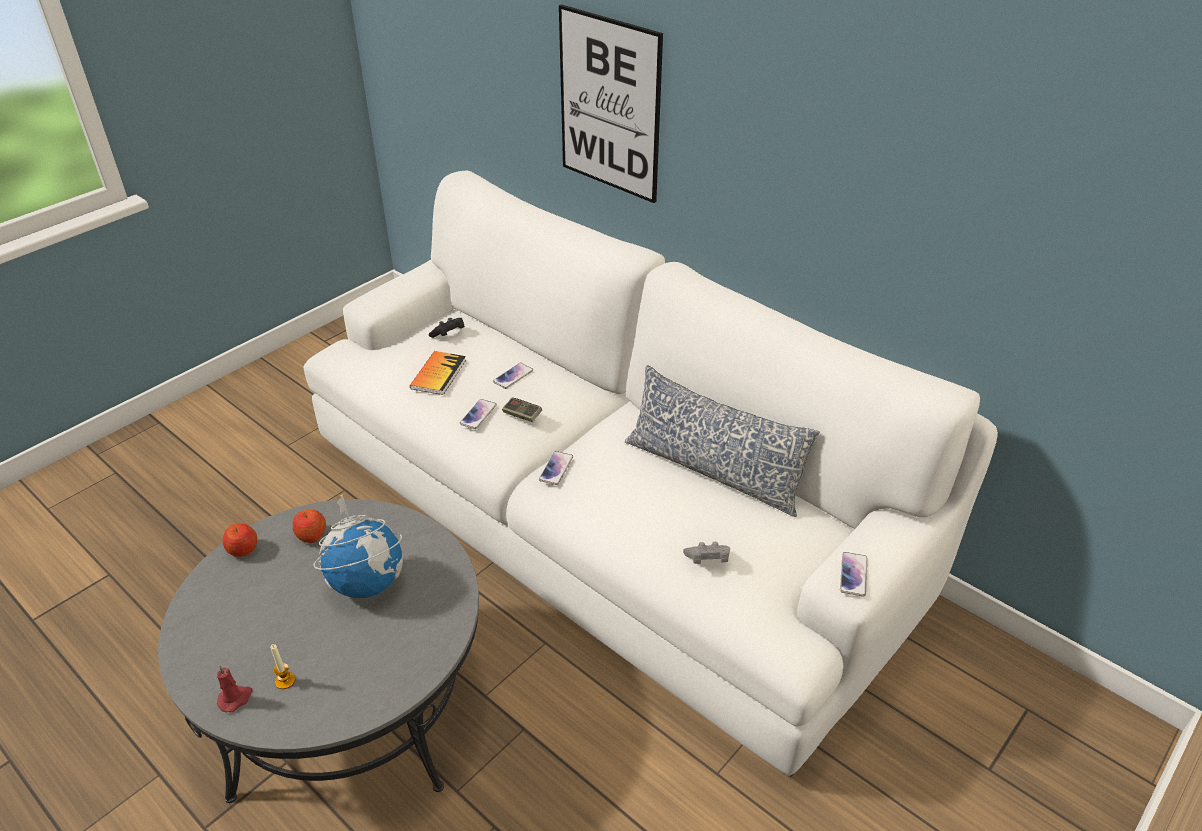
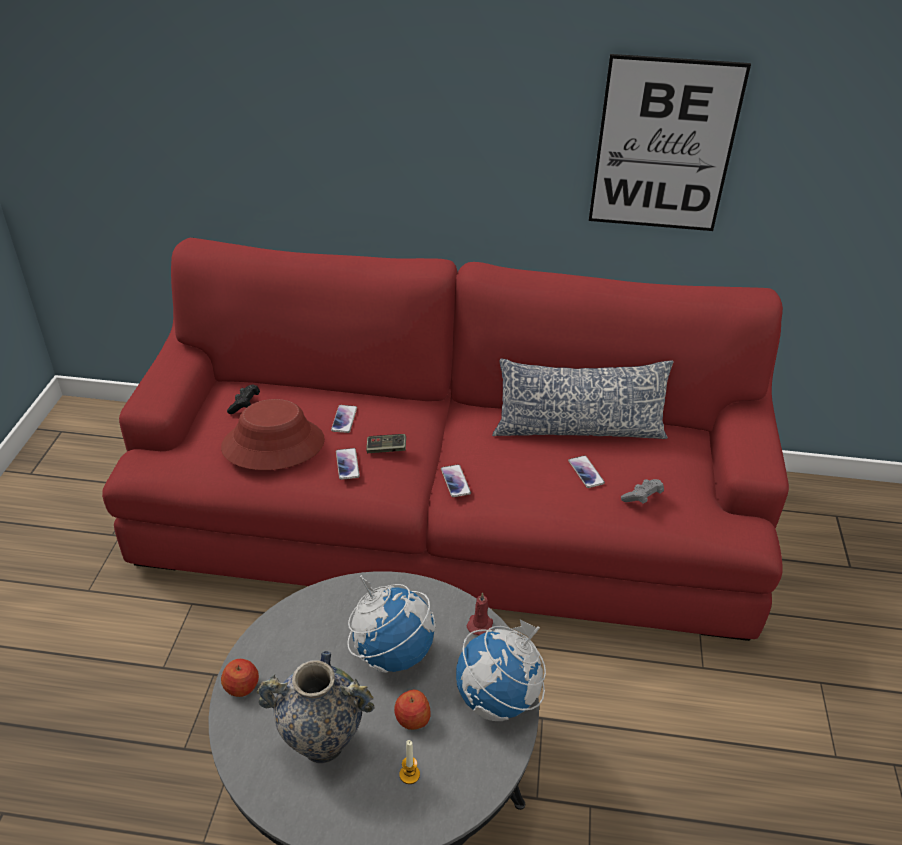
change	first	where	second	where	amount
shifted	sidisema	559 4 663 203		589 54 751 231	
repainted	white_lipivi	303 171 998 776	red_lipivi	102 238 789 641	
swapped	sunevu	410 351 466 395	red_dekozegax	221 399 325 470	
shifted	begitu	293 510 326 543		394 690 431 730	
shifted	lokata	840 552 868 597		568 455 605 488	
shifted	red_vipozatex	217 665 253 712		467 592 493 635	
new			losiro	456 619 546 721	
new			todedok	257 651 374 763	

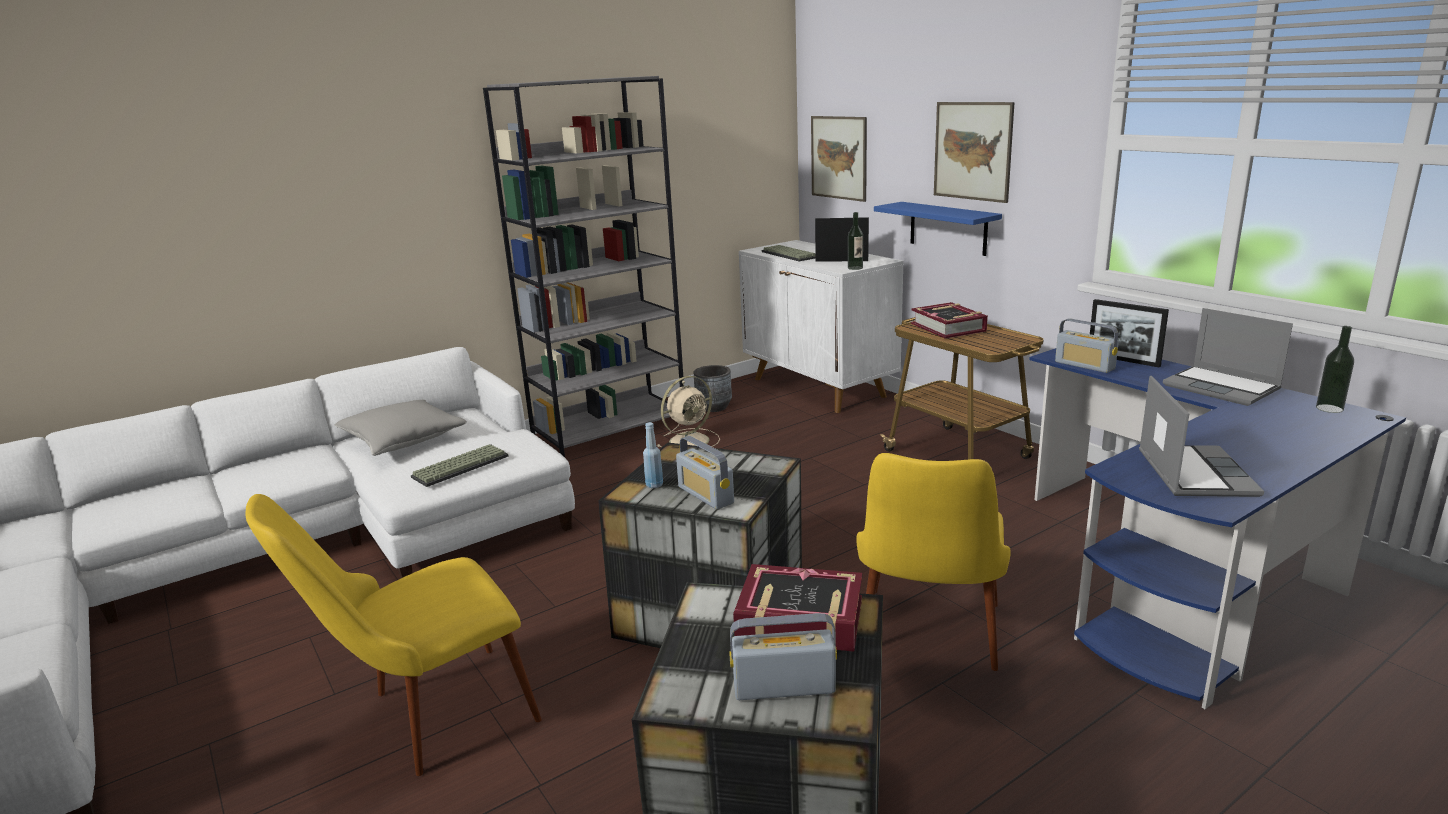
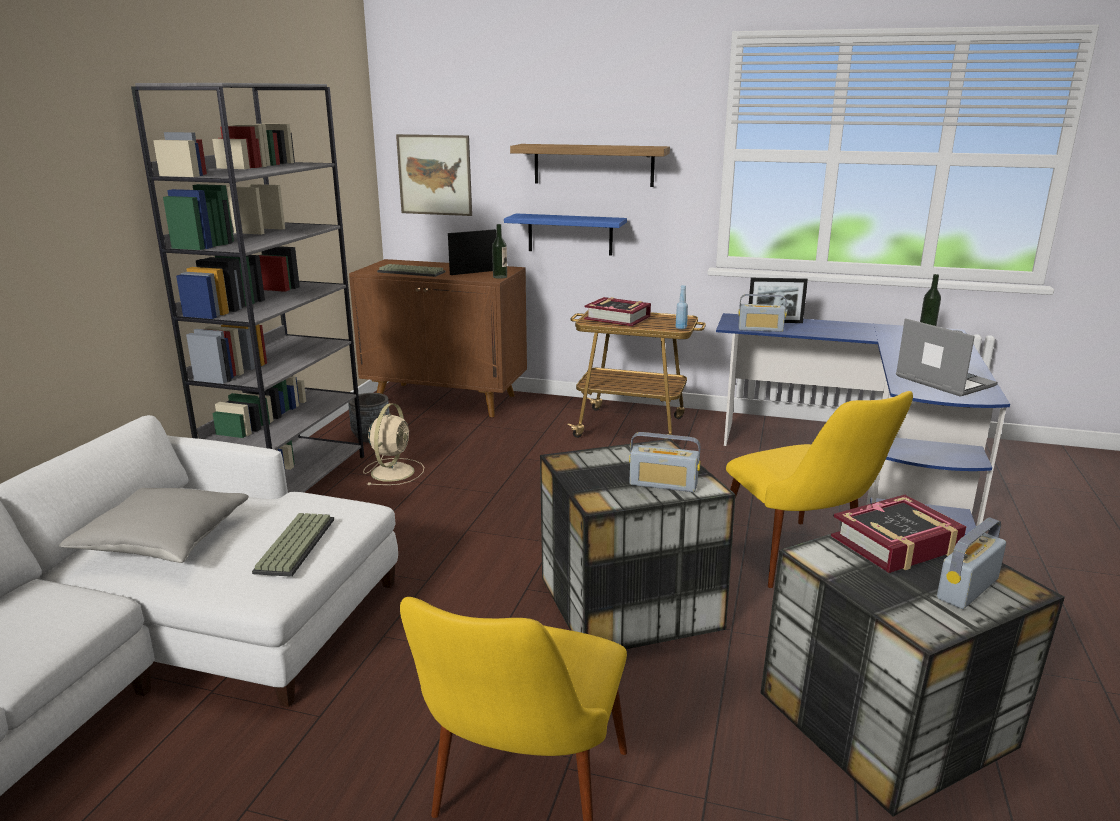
change	first	where	second	where	amount
swapped	sidisema	934 102 1015 203	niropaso	510 144 670 187	
repainted	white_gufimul	739 240 903 413	brown_gufimul	349 259 527 417	
gone	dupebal	1163 308 1293 406			
shifted	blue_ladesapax	643 422 663 488		676 285 688 329	

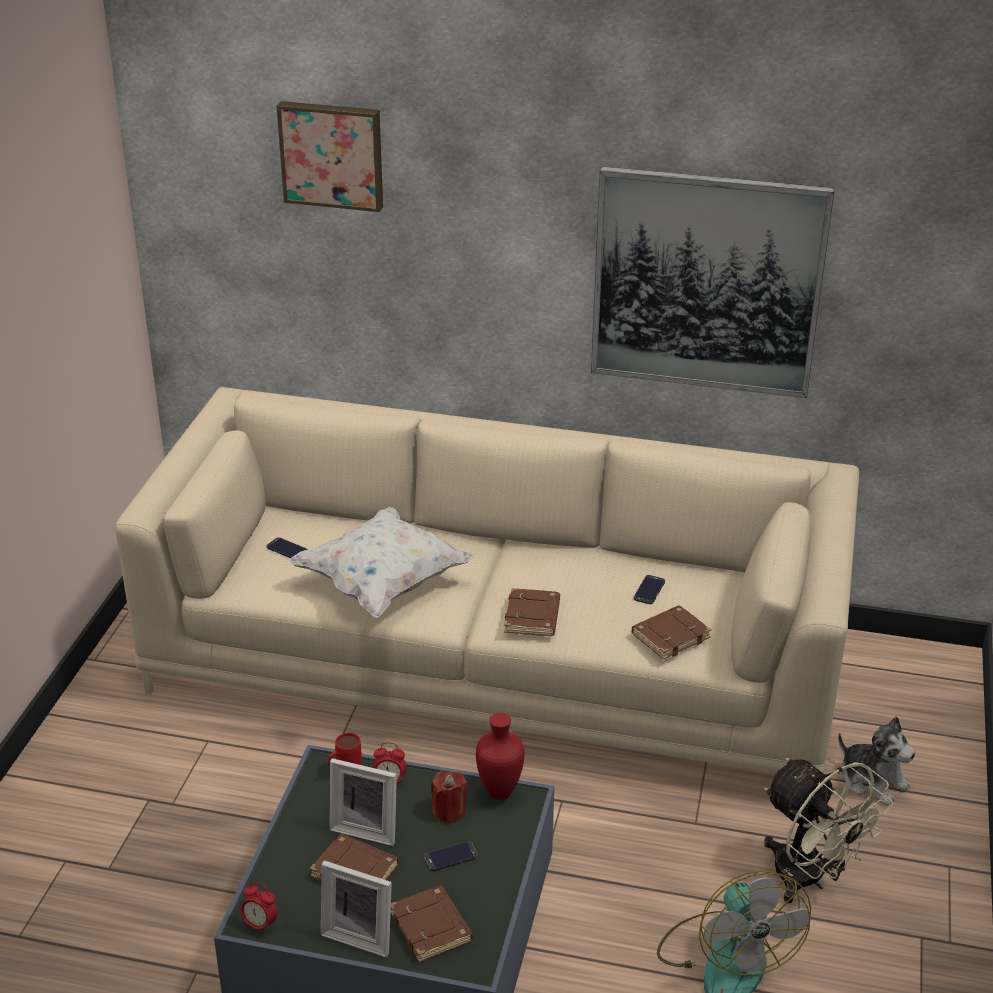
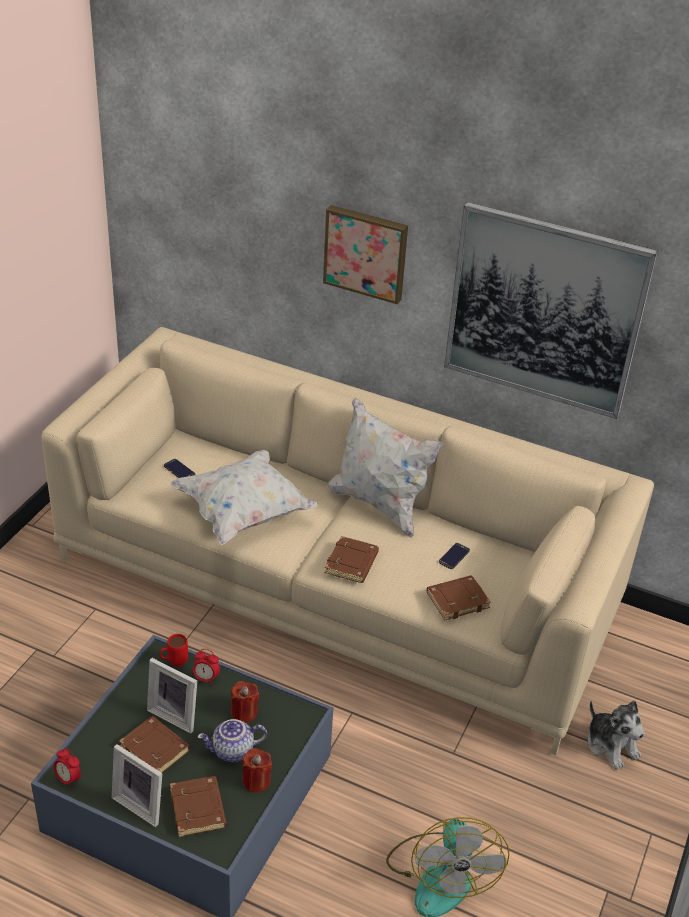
change	first	where	second	where	amount
shifted	sidisema	277 101 383 212		323 205 408 304	
gone	red_todedok	476 712 524 800			
gone	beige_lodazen	764 758 893 904			
swapped	lokata	424 841 478 871	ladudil	197 719 267 762	
new			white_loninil	328 398 443 538	
new			red_vipozatex	242 748 272 792	

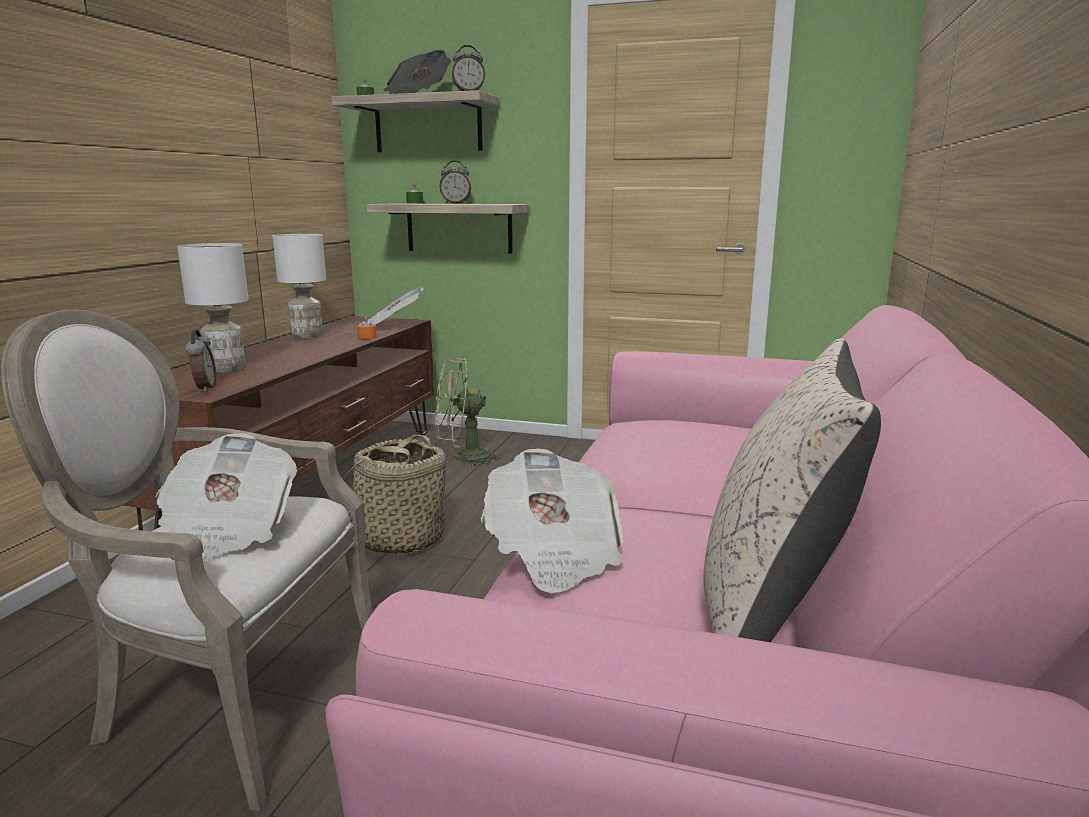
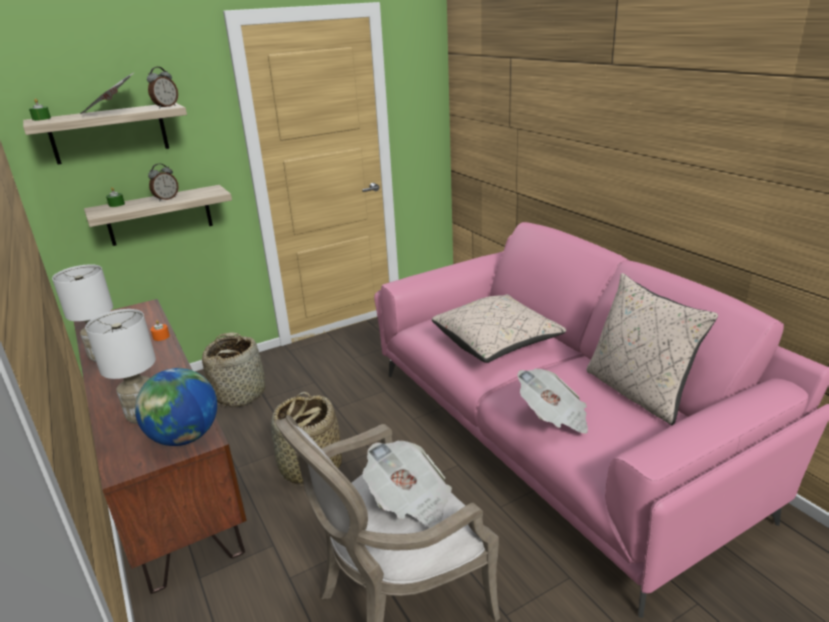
change	first	where	second	where	amount
gone	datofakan	359 287 424 325			
swapped	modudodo	185 330 217 392	losiro	135 368 217 446	
swapped	green_lodazen	435 358 503 467	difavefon	202 332 265 408	
new			beige_loninil	432 294 566 363	

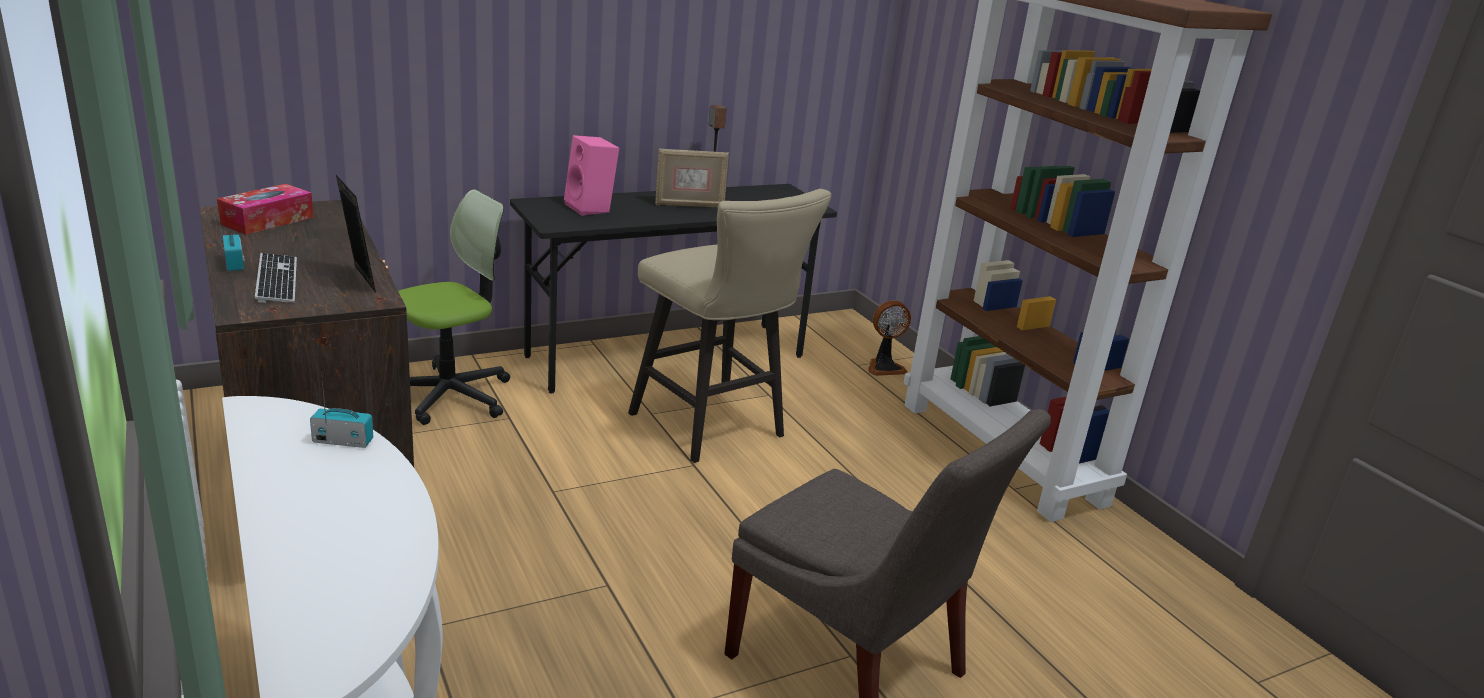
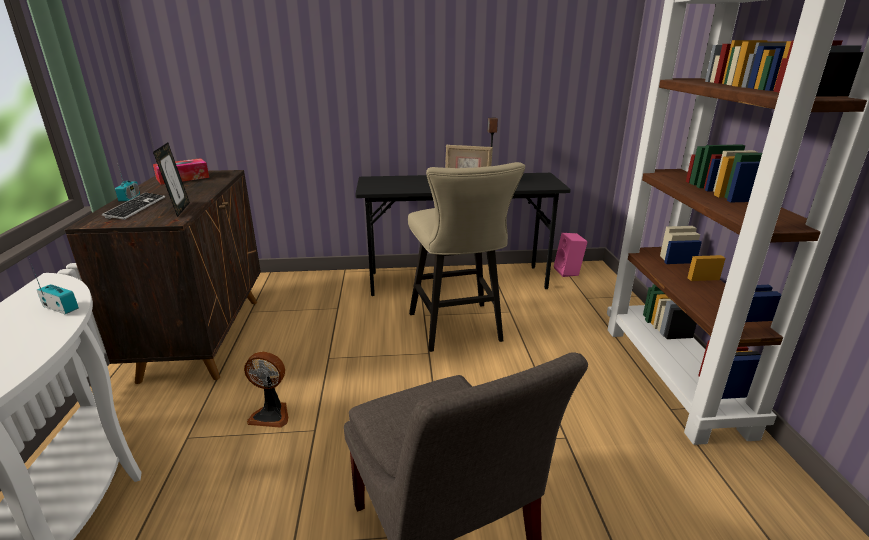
change	first	where	second	where	amount
shifted	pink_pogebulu	564 135 619 216		554 233 588 277	
gone	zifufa	398 189 510 425			
shifted	lodazen	868 300 911 376		244 352 288 428	

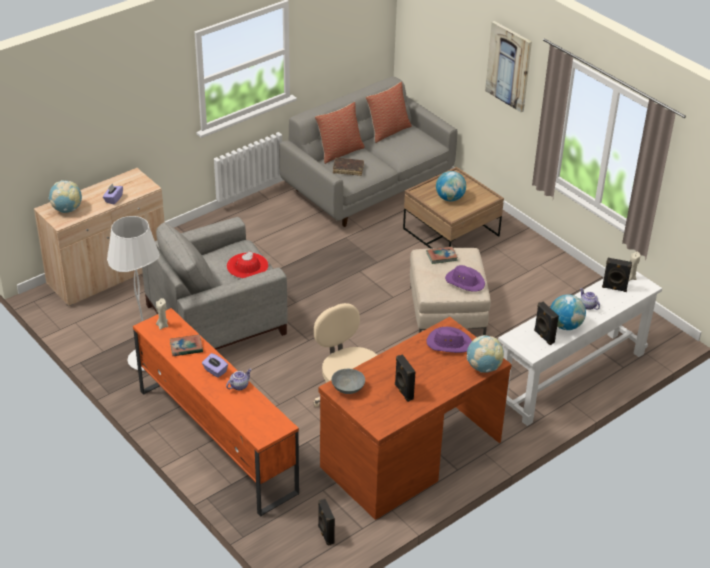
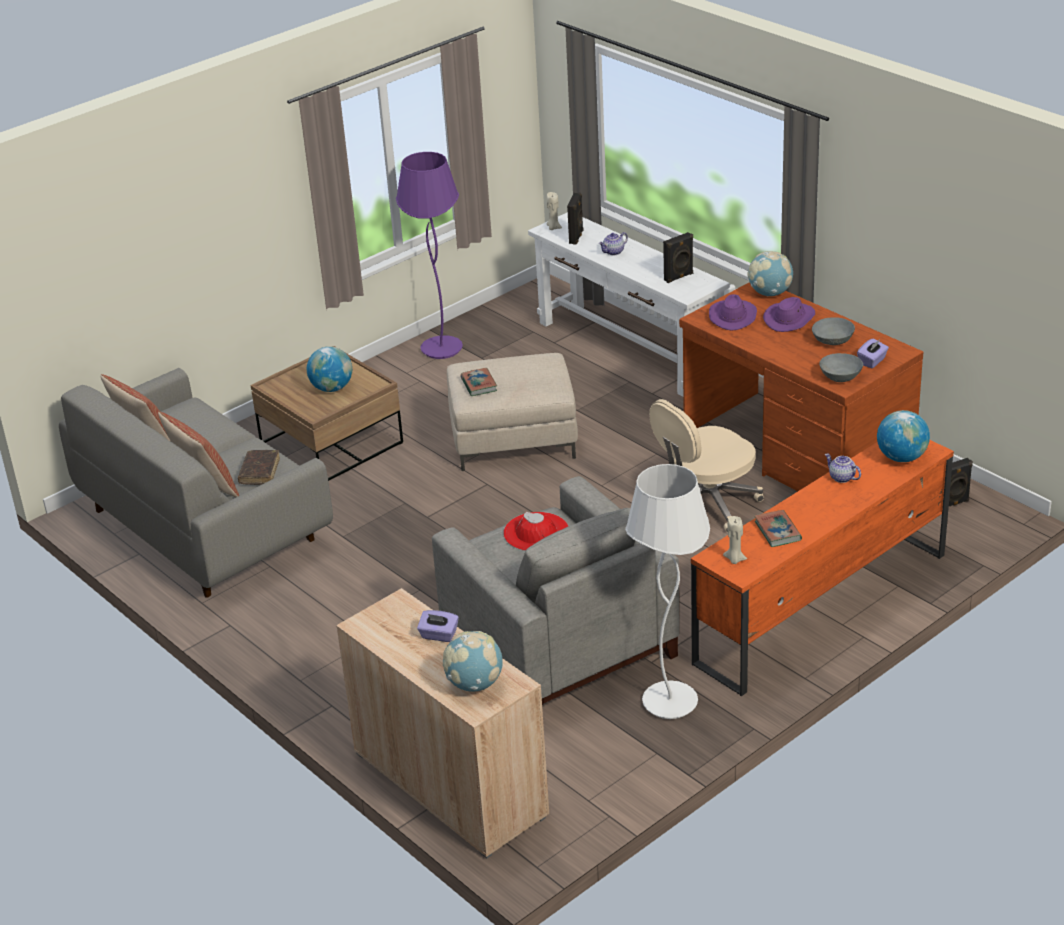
change	first	where	second	where	amount
gone	sidisema	485 21 532 112			
shifted	purple_dekozegax	445 265 485 292		763 297 815 332	
shifted	losiro	550 294 586 330		877 410 930 462	
shifted	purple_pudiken	202 353 228 378		857 338 889 368	
swapped	black_pogebulu	395 354 416 402	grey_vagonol	812 317 855 345	
new			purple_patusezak	396 152 463 359	

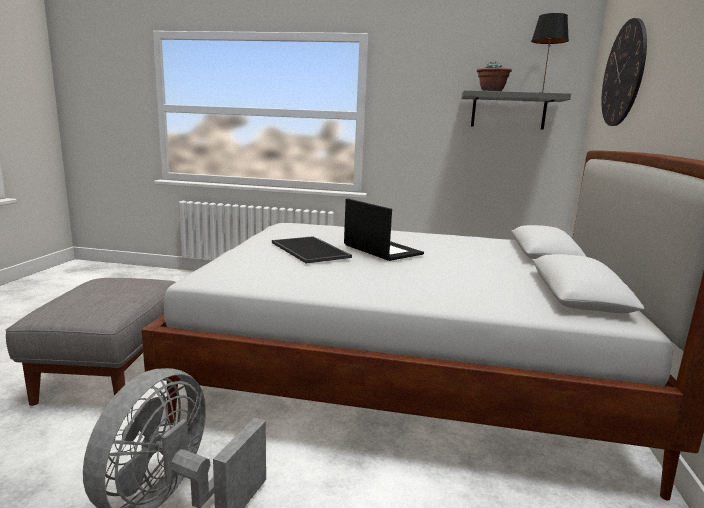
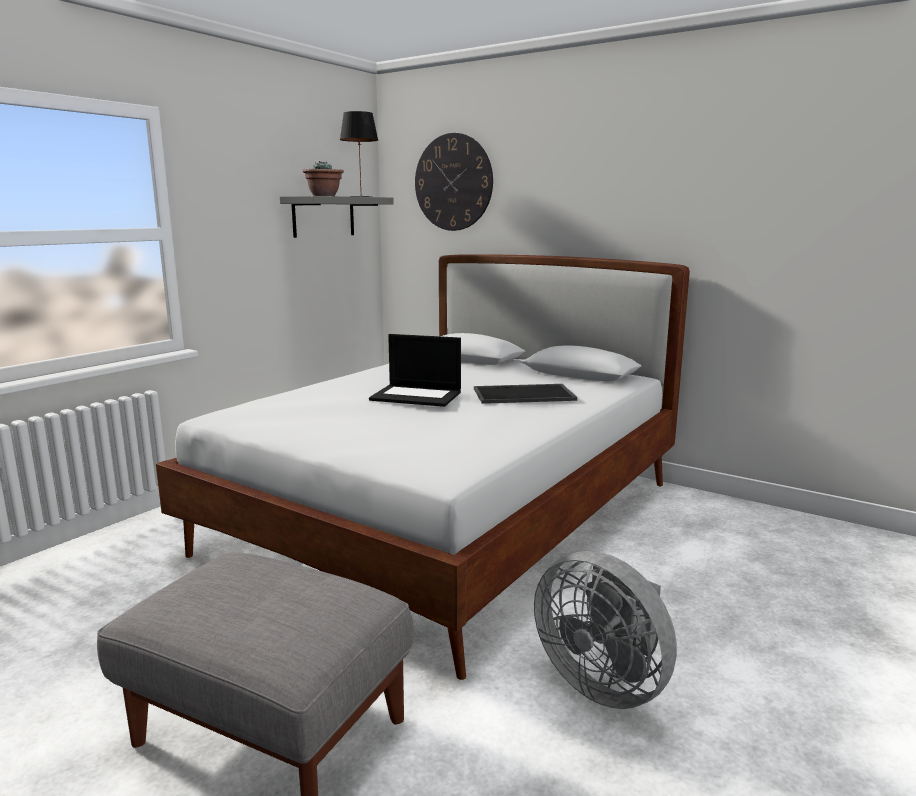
change	first	where	second	where	amount
rotated	dupebal	344 199 424 261		369 334 461 407	150 degrees counterclockwise
shifted	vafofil	272 236 352 264		474 384 577 404	

